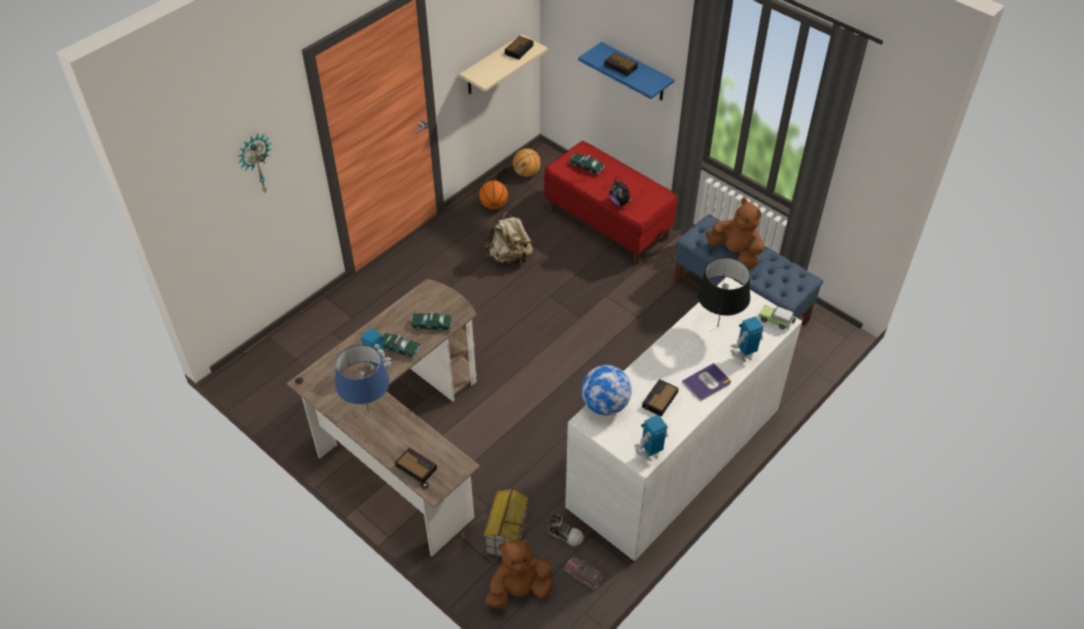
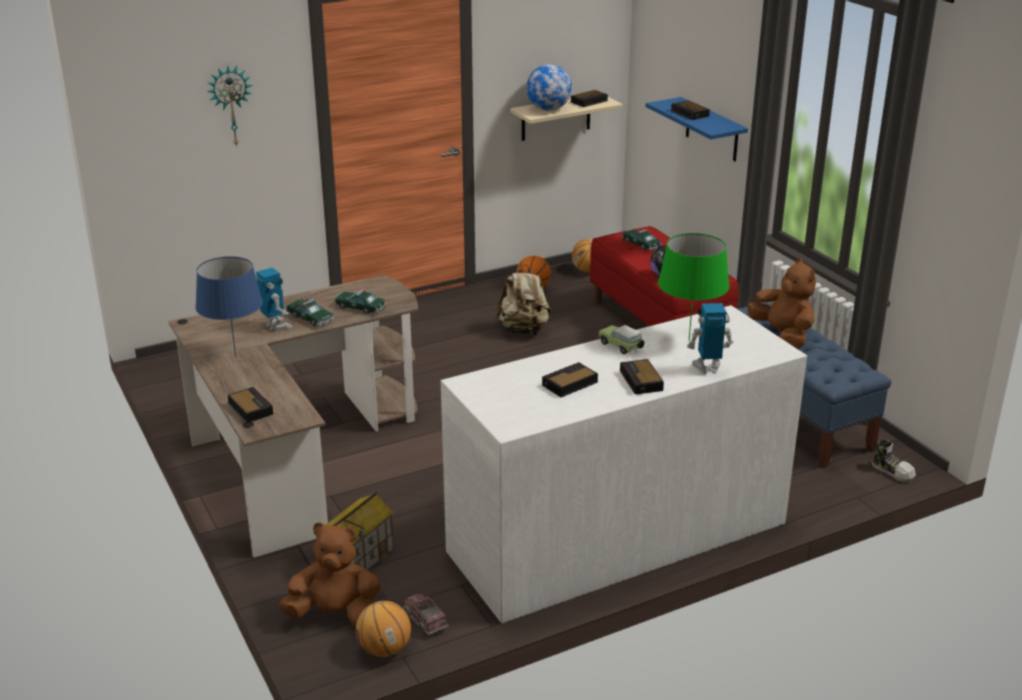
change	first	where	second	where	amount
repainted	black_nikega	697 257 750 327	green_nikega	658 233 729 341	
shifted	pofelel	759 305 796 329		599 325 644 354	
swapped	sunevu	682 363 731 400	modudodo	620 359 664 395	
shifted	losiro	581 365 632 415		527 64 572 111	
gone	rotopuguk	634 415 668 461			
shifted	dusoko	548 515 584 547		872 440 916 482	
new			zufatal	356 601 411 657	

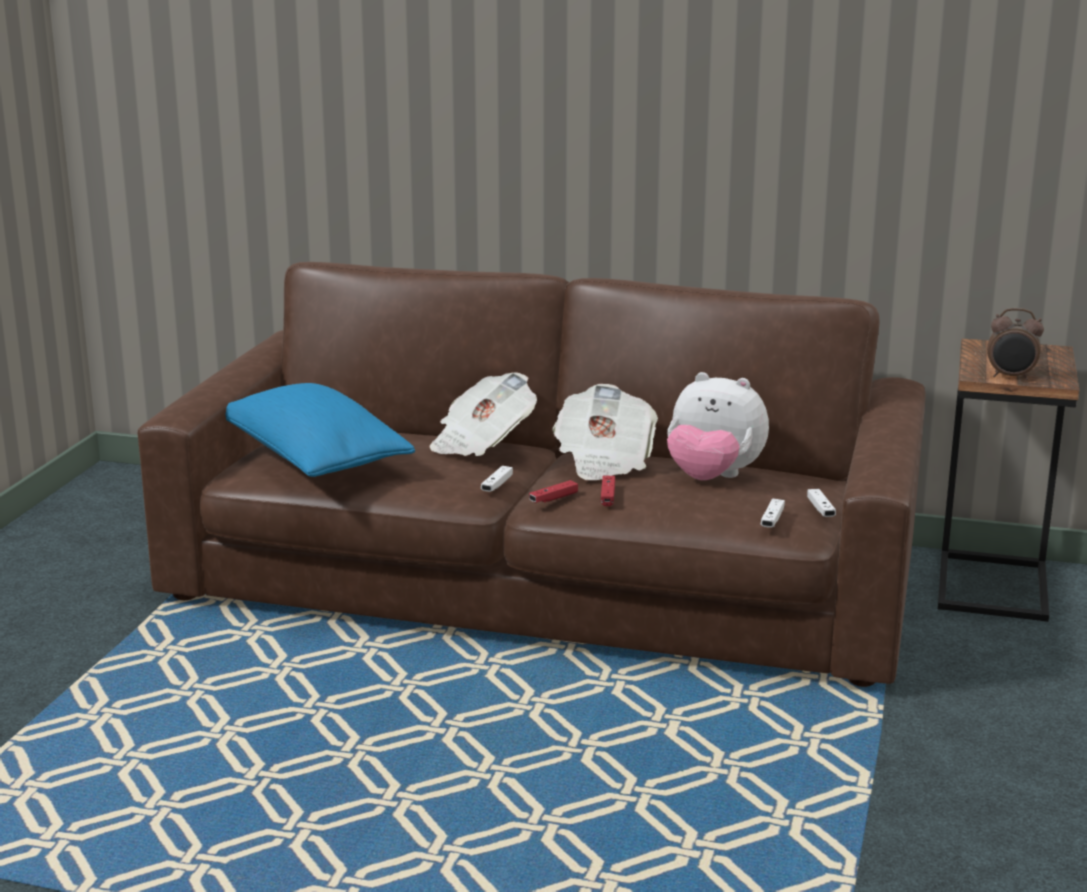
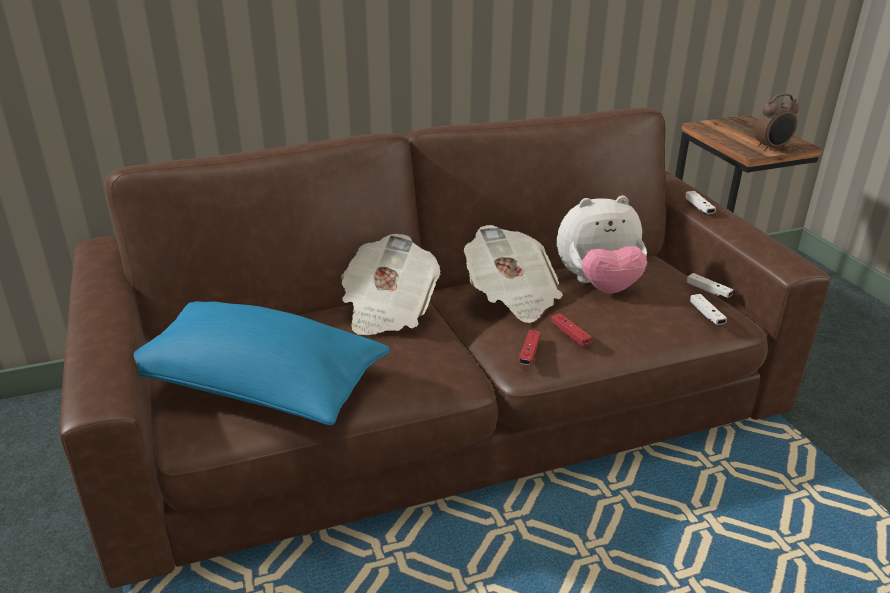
change	first	where	second	where	amount
shifted	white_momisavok	481 466 513 492		685 191 716 214	

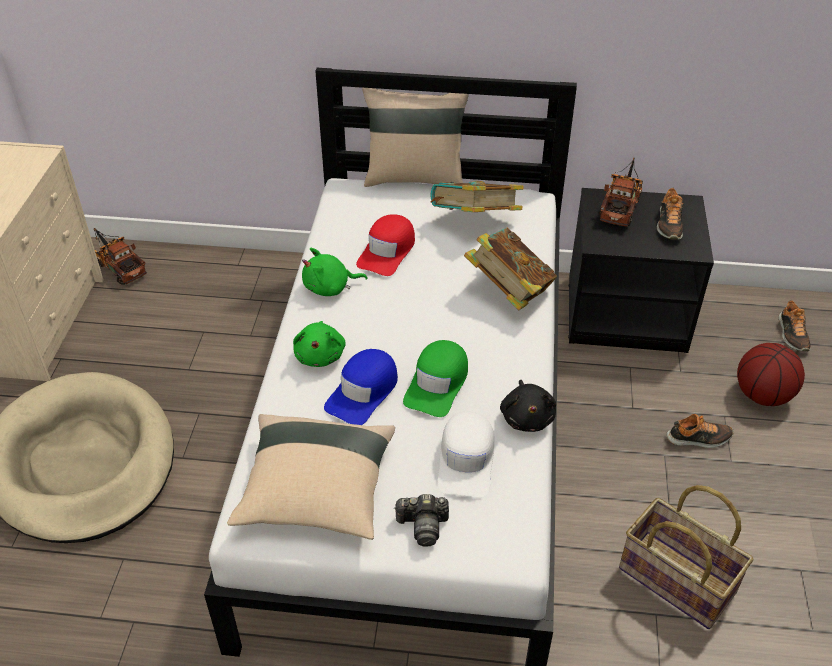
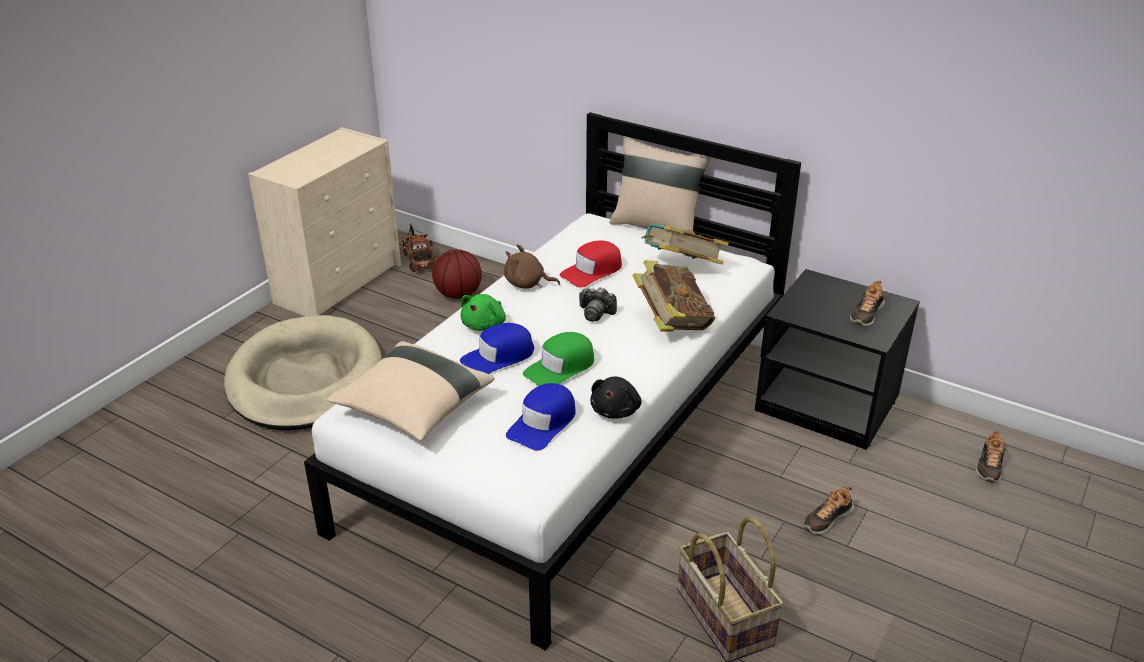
change	first	where	second	where	amount
gone	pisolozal	600 158 643 227			
repainted	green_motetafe	302 248 368 296	brown_motetafe	504 244 560 289	
shifted	zufatal	737 343 805 406		432 249 482 299	
repainted	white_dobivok	437 412 494 498	blue_dobivok	506 383 576 451	
rotated	dusoko	666 414 734 448		804 486 854 534	120 degrees clockwise
shifted	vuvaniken	394 494 449 546		579 287 617 322	

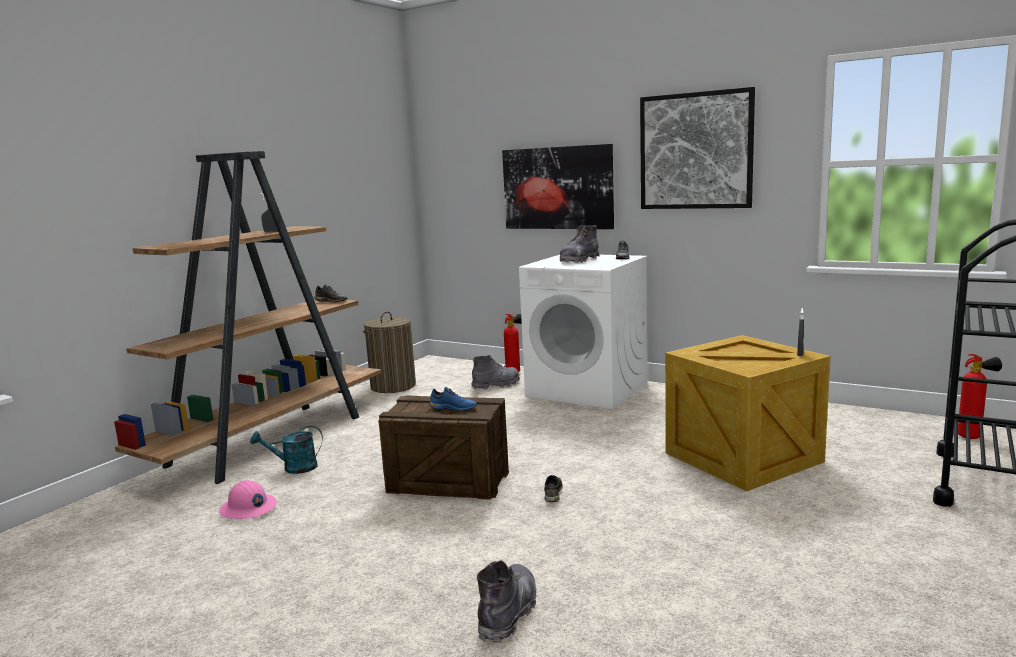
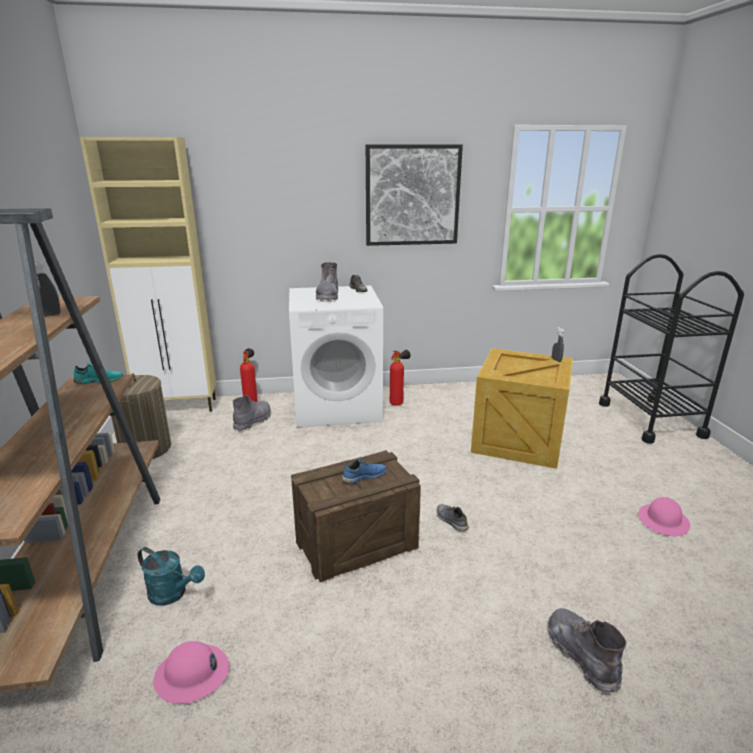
change	first	where	second	where	amount
gone	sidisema	502 144 614 229			
repainted	grey_dusoko	314 284 348 303	turquoise_dusoko	73 363 123 384	
shifted	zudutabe	958 354 1002 439		390 350 411 406	
rotated	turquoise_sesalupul	250 425 323 474		138 547 205 606	105 degrees counterclockwise
new			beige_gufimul	80 137 216 412	
new			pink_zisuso	638 497 690 536	

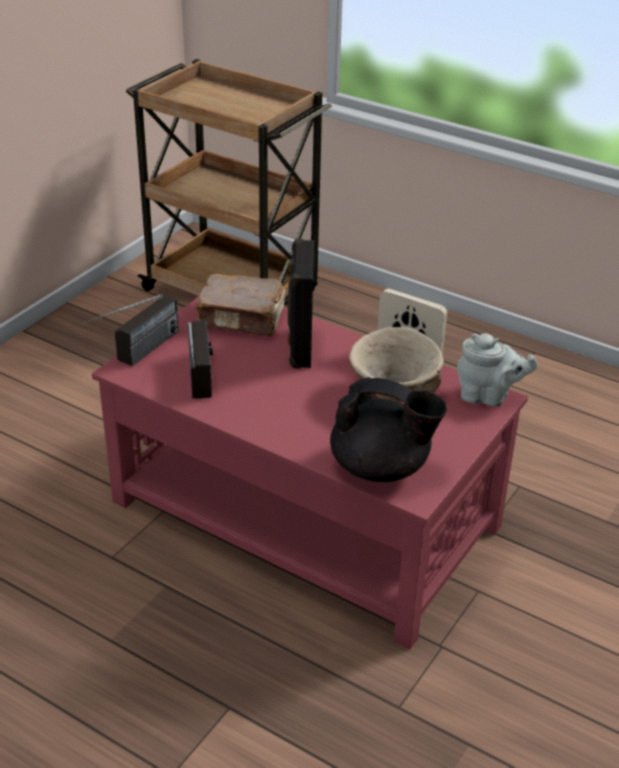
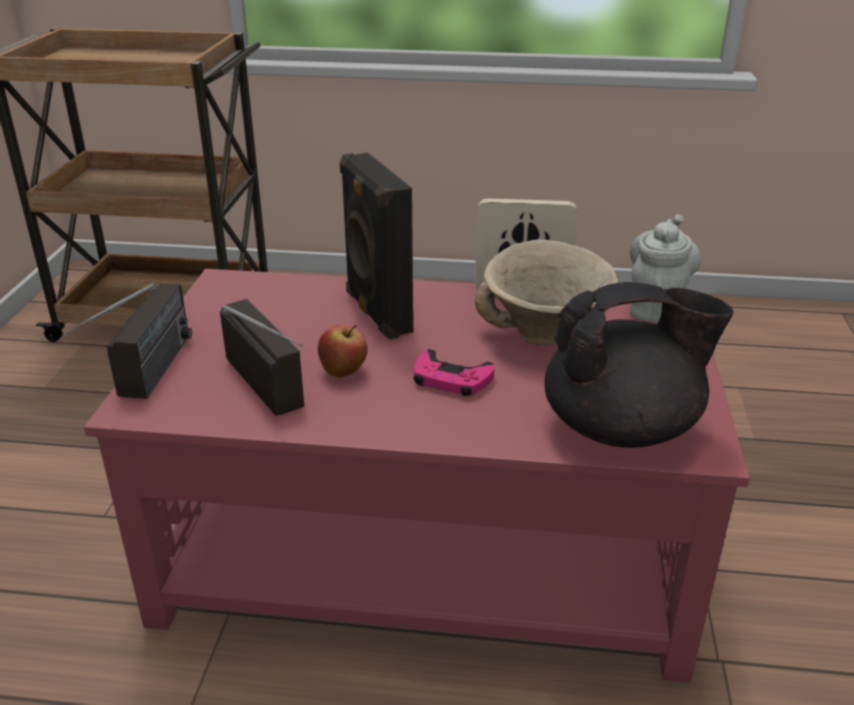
change	first	where	second	where	amount
gone	brown_sunevu	196 273 286 336			
rotated	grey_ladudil	457 333 538 406		630 214 701 323	60 degrees counterclockwise
new			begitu	318 324 368 378	
new			pink_momisavok	413 349 494 396	

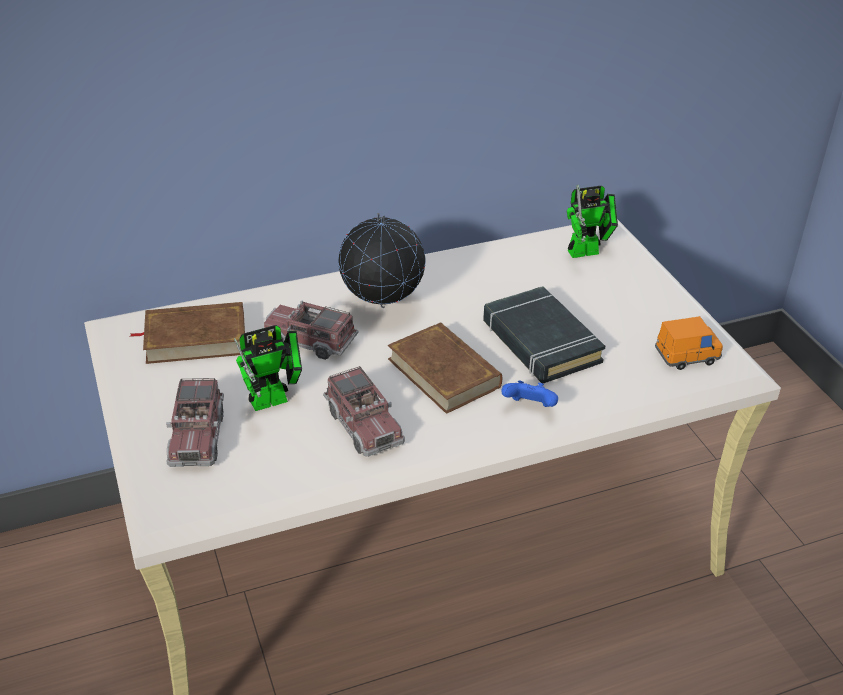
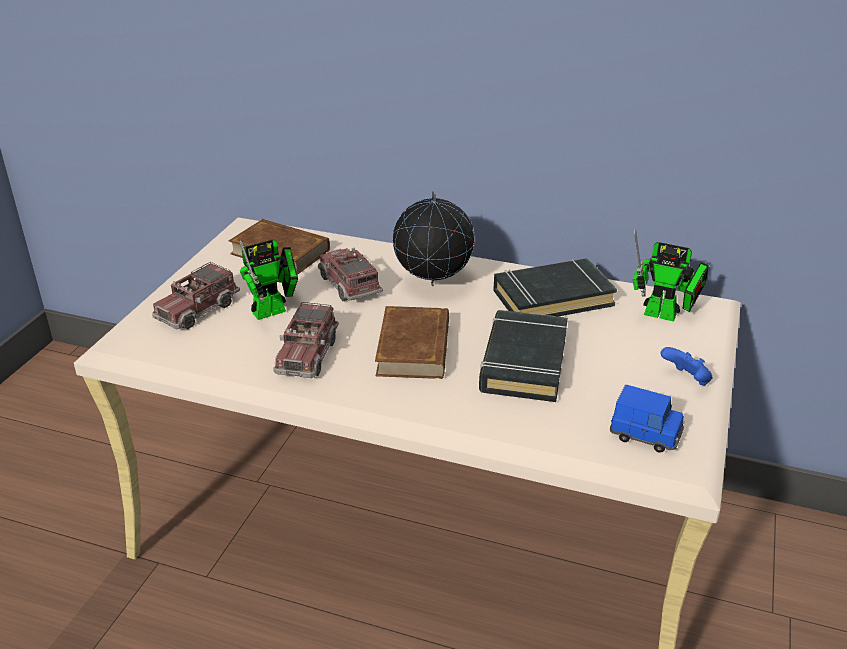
change	first	where	second	where	amount
repainted	orange_pofelel	655 316 723 370	blue_pofelel	610 385 685 453	
rotated	rotopuguk	234 325 302 411		239 240 298 320	45 degrees counterclockwise
shifted	blue_momisavok	501 381 558 407		661 347 713 386	
new			black_sunevu	493 258 617 317	

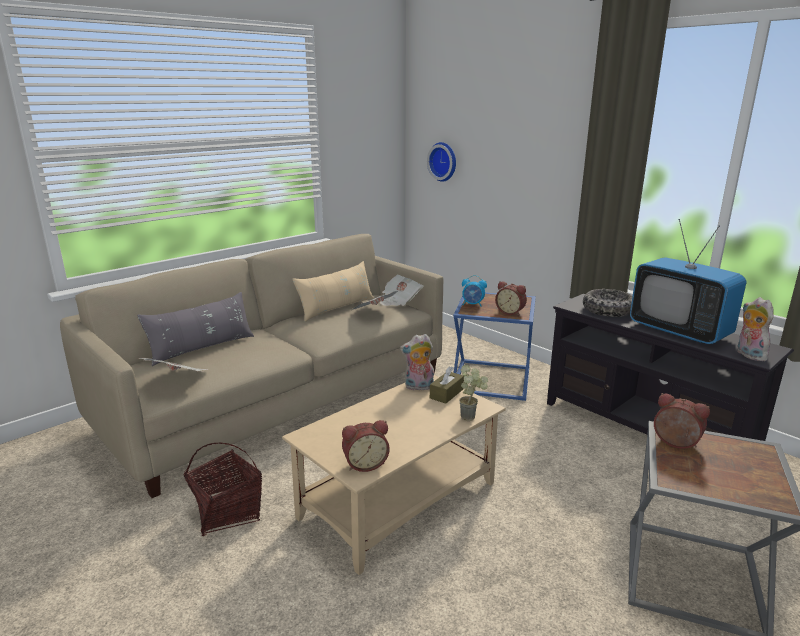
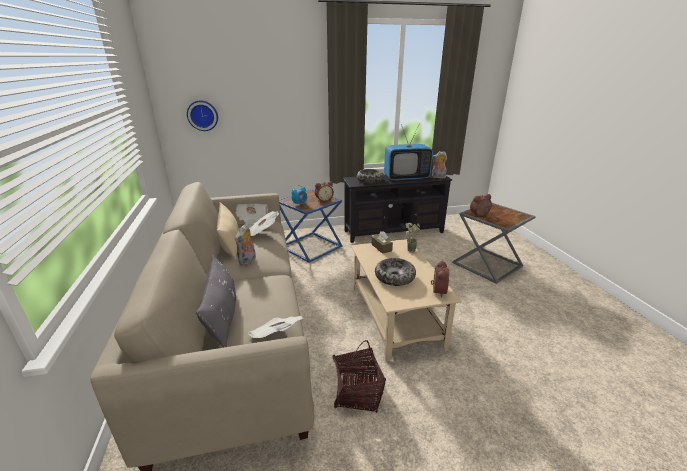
change	first	where	second	where	amount
shifted	motetafe	400 334 434 392		235 224 256 266	
new			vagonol	375 258 416 286	

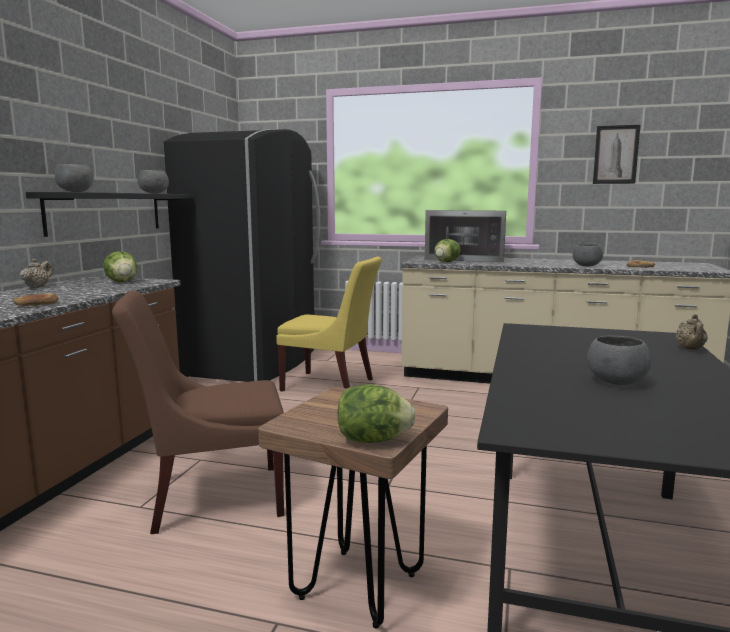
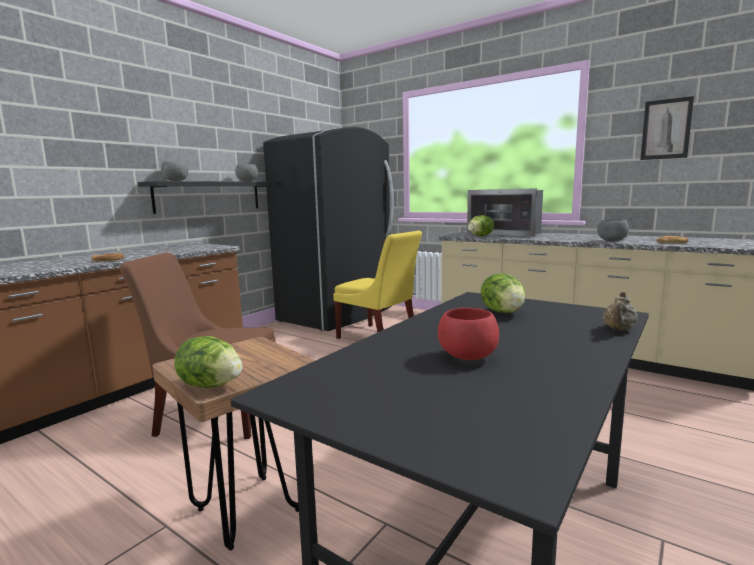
change	first	where	second	where	amount
shifted	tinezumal	103 251 137 282		481 273 525 313	
gone	beige_ladudil	20 259 53 288			
repainted	grey_vagonol	587 336 651 385	red_vagonol	438 308 499 360	

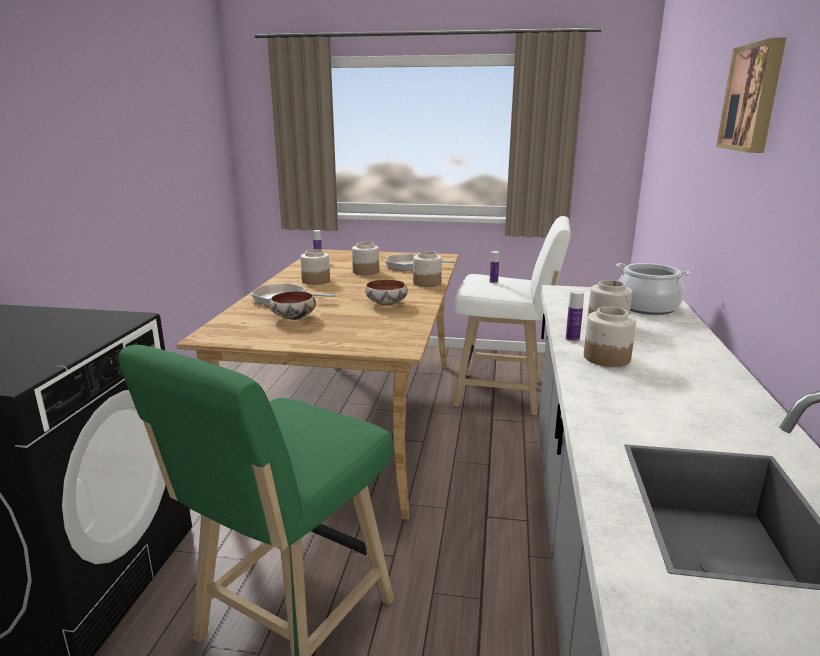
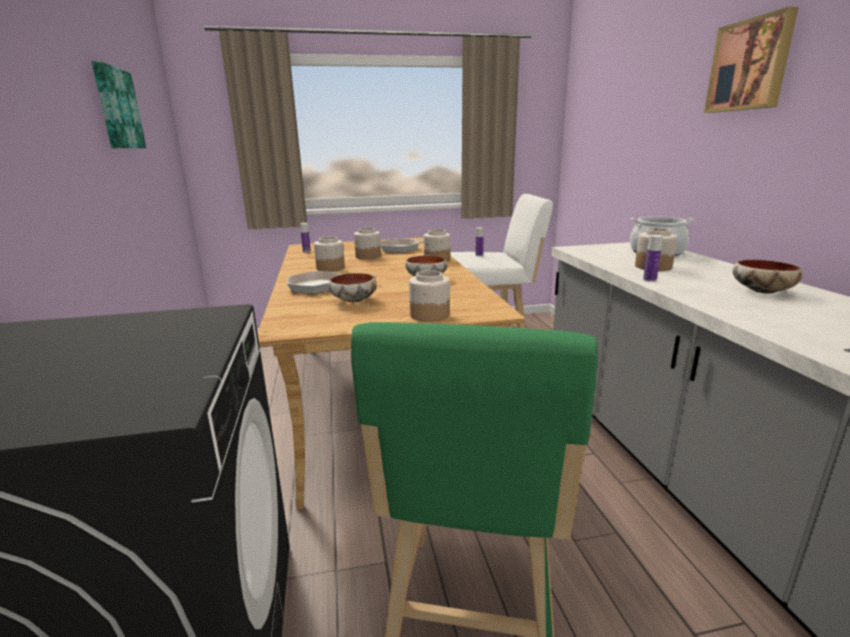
change	first	where	second	where	amount
shifted	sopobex	584 307 636 367		409 270 450 322	
new			sidisema	91 61 146 148	
new			vagonol	732 259 803 293	

